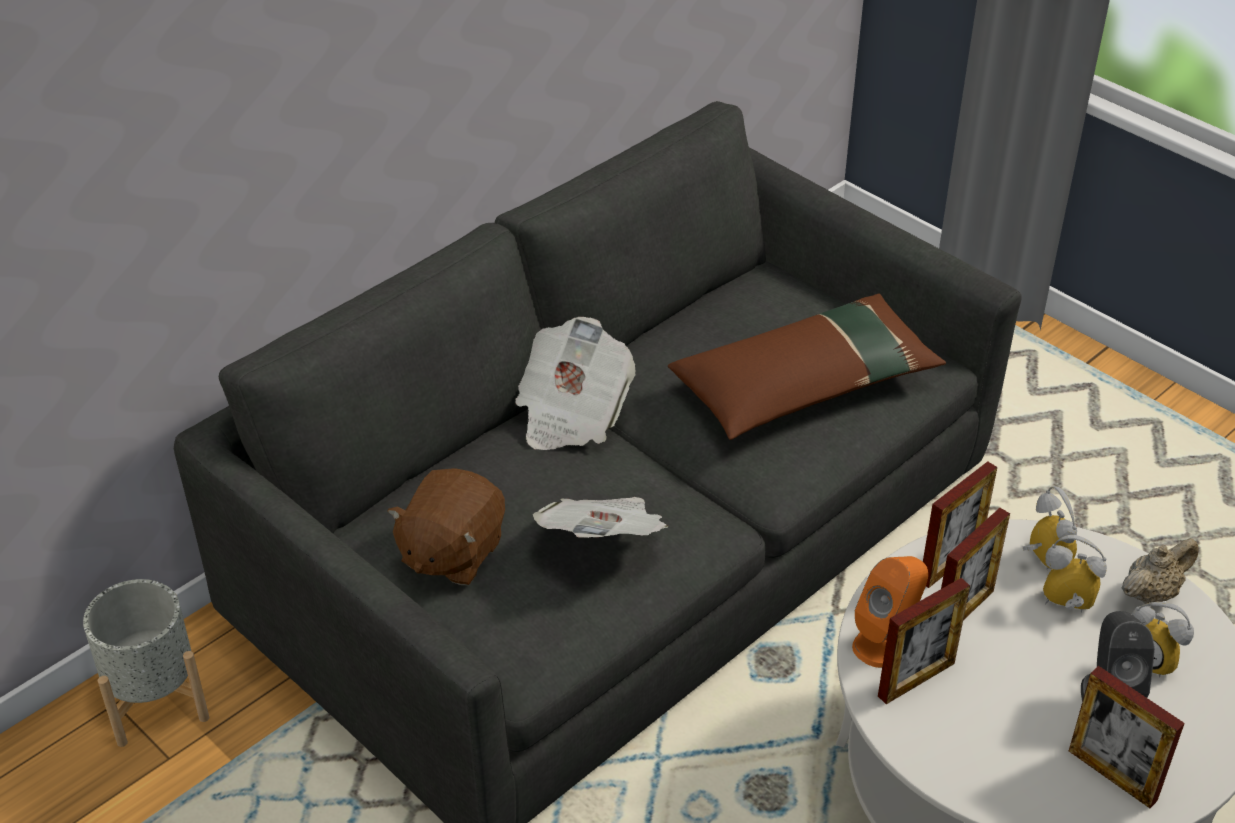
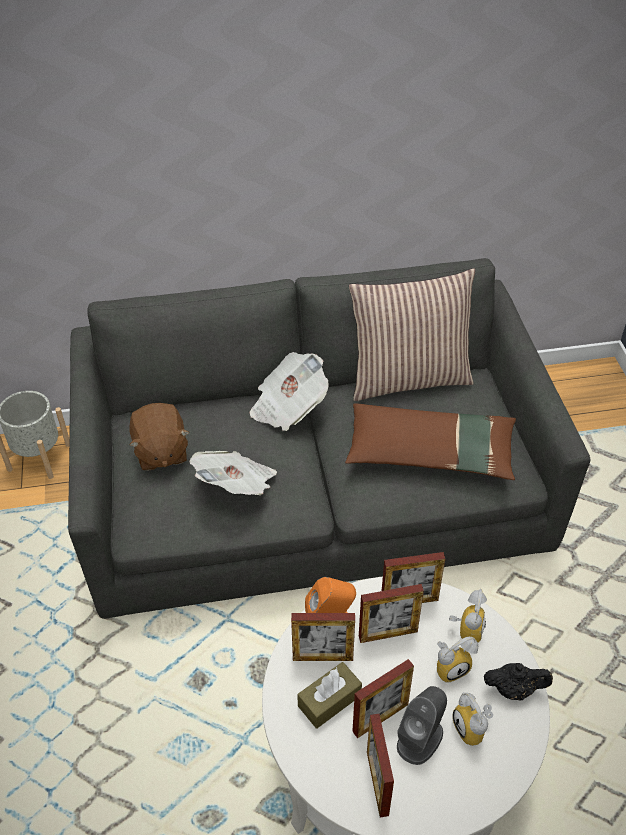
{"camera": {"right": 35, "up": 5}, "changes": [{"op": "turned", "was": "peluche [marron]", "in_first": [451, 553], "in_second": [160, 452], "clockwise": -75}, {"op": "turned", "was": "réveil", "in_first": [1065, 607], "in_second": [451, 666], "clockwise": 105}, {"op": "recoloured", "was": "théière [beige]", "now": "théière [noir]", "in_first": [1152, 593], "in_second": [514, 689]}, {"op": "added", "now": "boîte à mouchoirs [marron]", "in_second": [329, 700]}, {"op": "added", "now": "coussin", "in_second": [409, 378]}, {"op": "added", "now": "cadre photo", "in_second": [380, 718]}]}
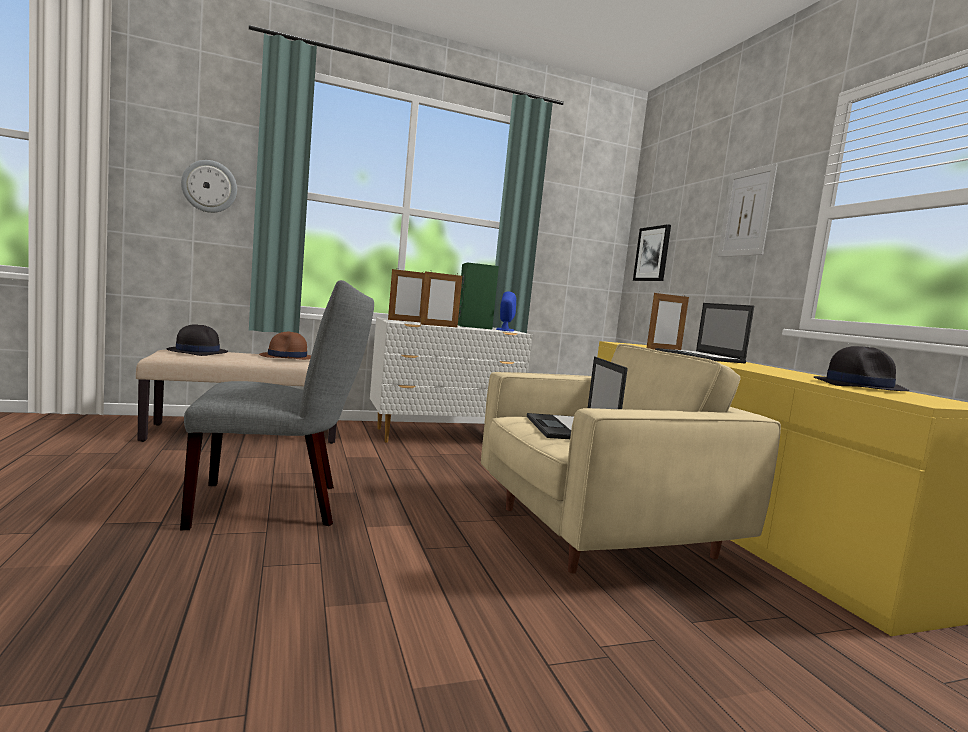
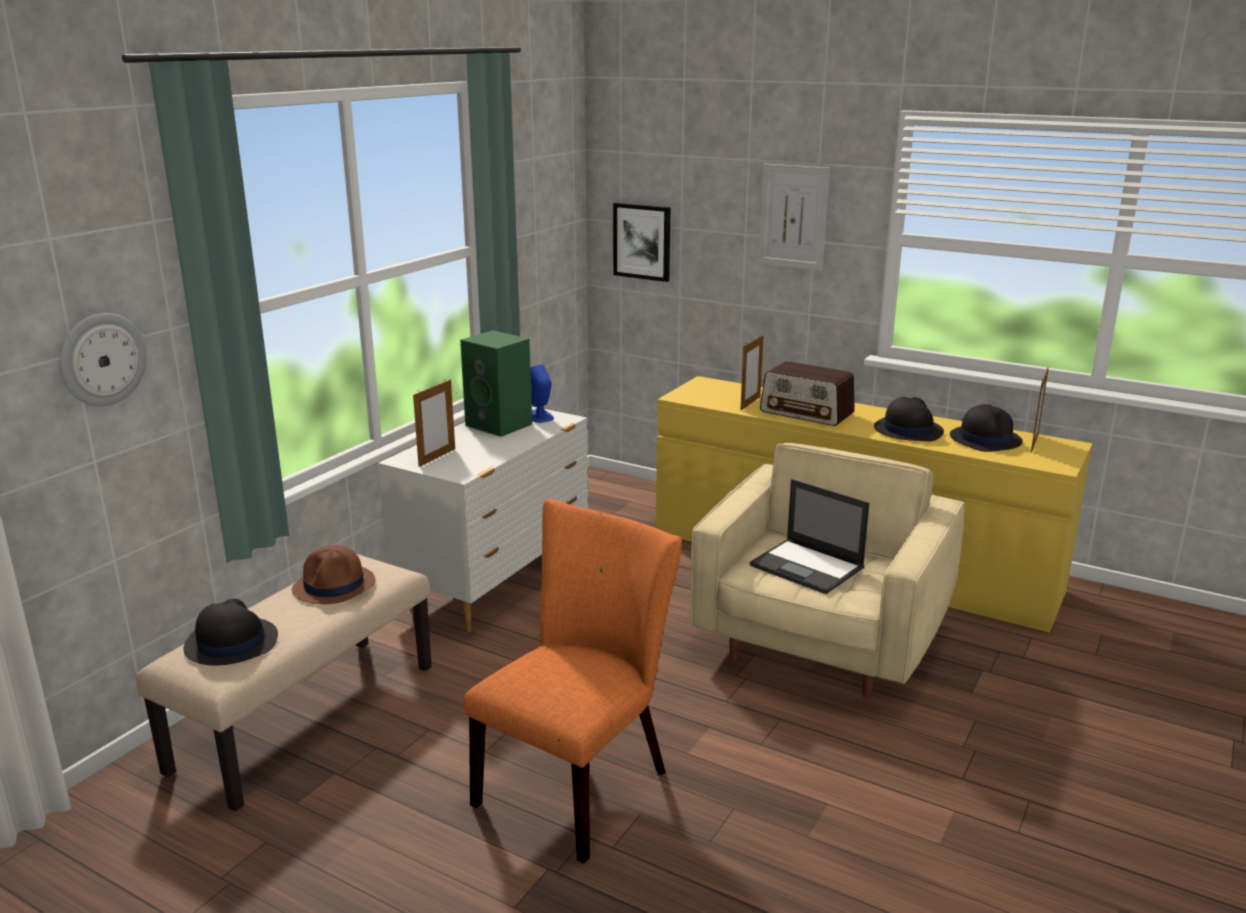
{"camera": {"right": -40, "up": 15}, "changes": [{"op": "recoloured", "was": "chaise [gris]", "now": "chaise [orange]", "in_first": [278, 504], "in_second": [580, 782]}, {"op": "moved", "was": "cadre photo", "in_first": [439, 326], "in_second": [1034, 443]}, {"op": "replaced", "was": "ordinateur portable", "now": "radio", "in_first": [699, 357], "in_second": [807, 413]}, {"op": "added", "now": "chapeau [noir]", "in_second": [907, 430]}]}
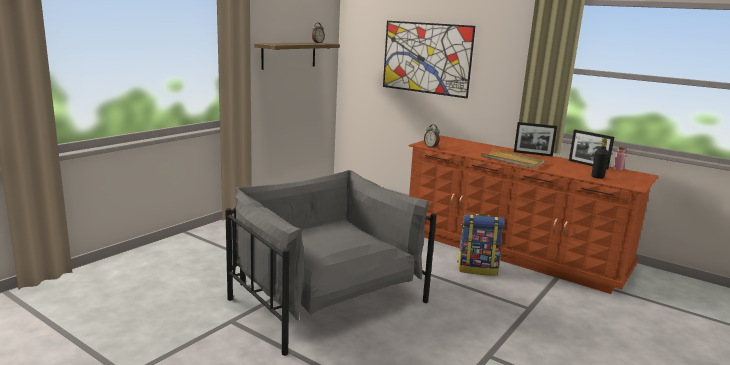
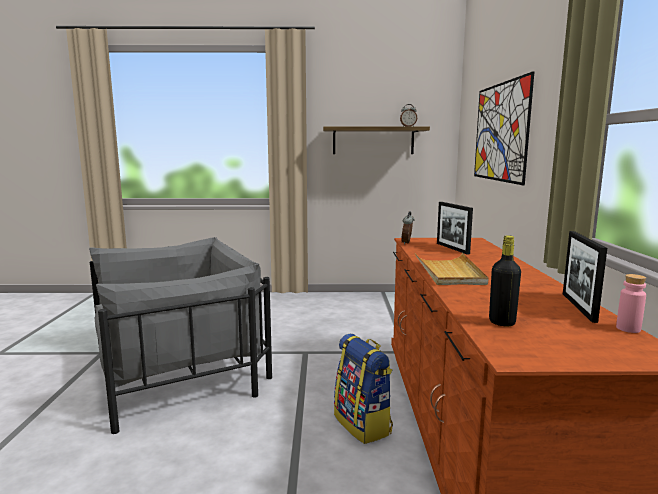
{"camera": {"right": 55, "up": -5}, "changes": [{"op": "turned", "was": "fauteuil [gris]", "in_first": [324, 296], "in_second": [180, 368], "clockwise": 45}, {"op": "moved", "was": "cadre photo", "in_first": [532, 154], "in_second": [452, 248]}]}
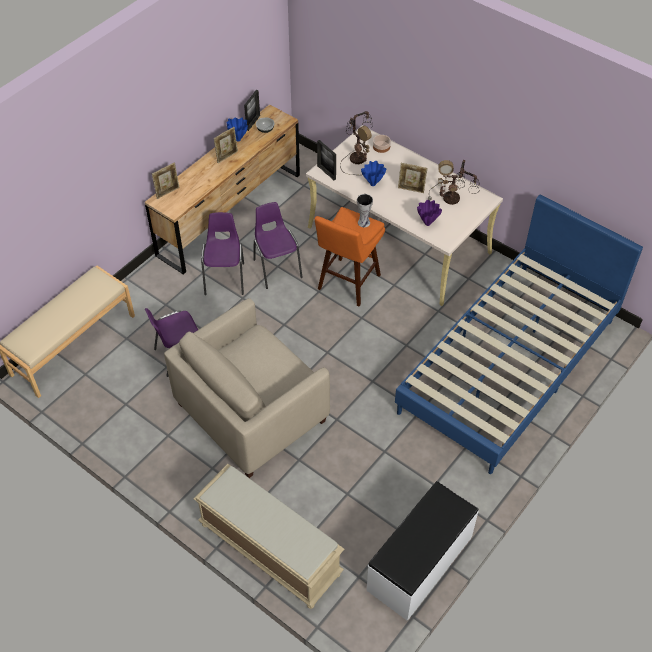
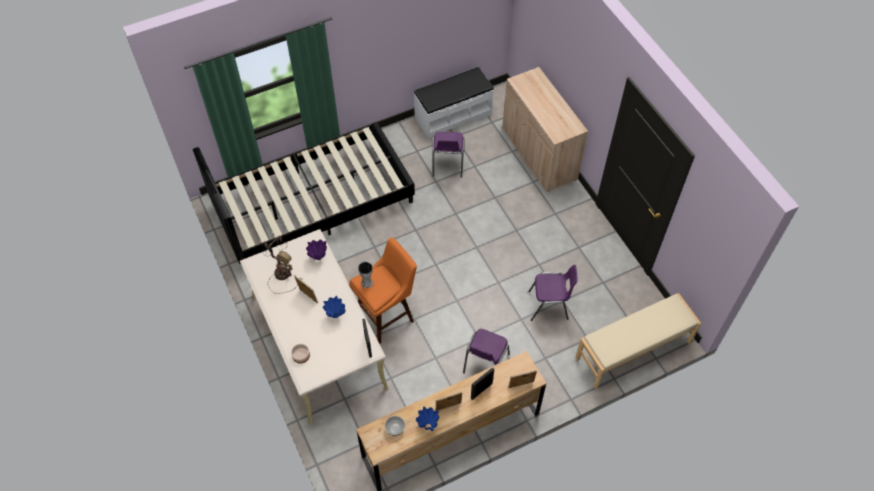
{"camera": {"right": -155, "up": 5}, "changes": [{"op": "removed", "was": "fauteuil [beige]", "in_first": [251, 412]}, {"op": "replaced", "was": "banc [beige]", "now": "meuble de rangement [beige]", "in_first": [268, 549], "in_second": [538, 154]}, {"op": "moved", "was": "cadre photo", "in_first": [253, 122], "in_second": [481, 390]}, {"op": "moved", "was": "chaise [violet]", "in_first": [277, 268], "in_second": [447, 164]}, {"op": "removed", "was": "lampe de table", "in_first": [357, 158]}, {"op": "recoloured", "was": "lit [bleu]", "now": "lit [noir]", "in_first": [508, 365], "in_second": [313, 204]}]}
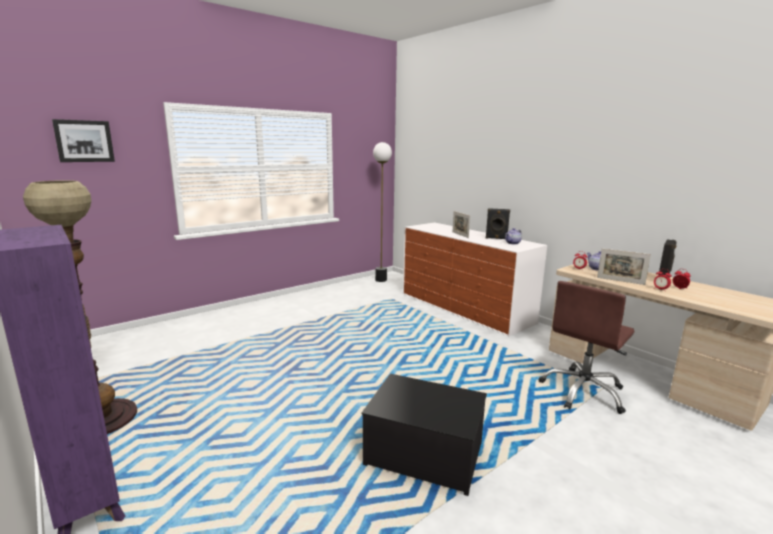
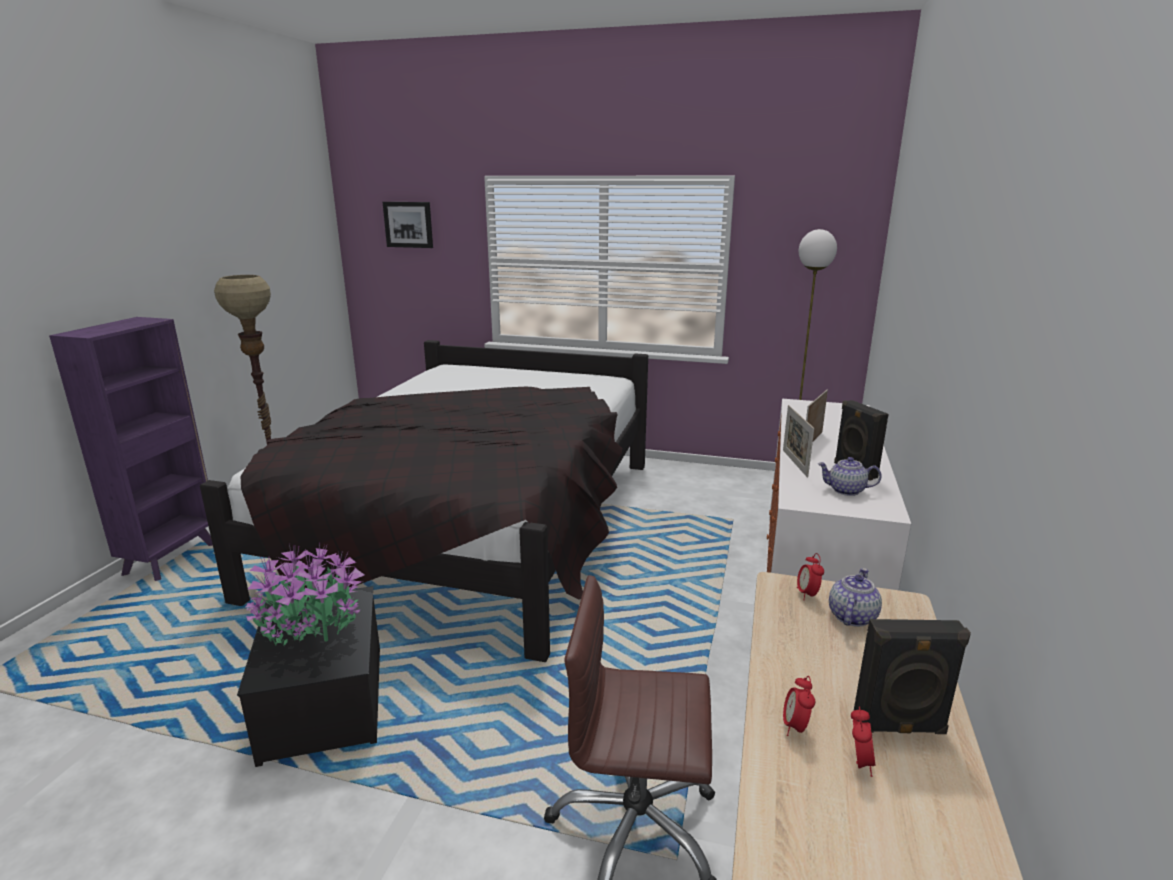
{"camera": {"right": 55, "up": 5}, "changes": [{"op": "moved", "was": "cadre photo", "in_first": [620, 281], "in_second": [794, 463]}, {"op": "added", "now": "lit [noir]", "in_second": [475, 524]}, {"op": "added", "now": "plante en pot", "in_second": [310, 624]}]}
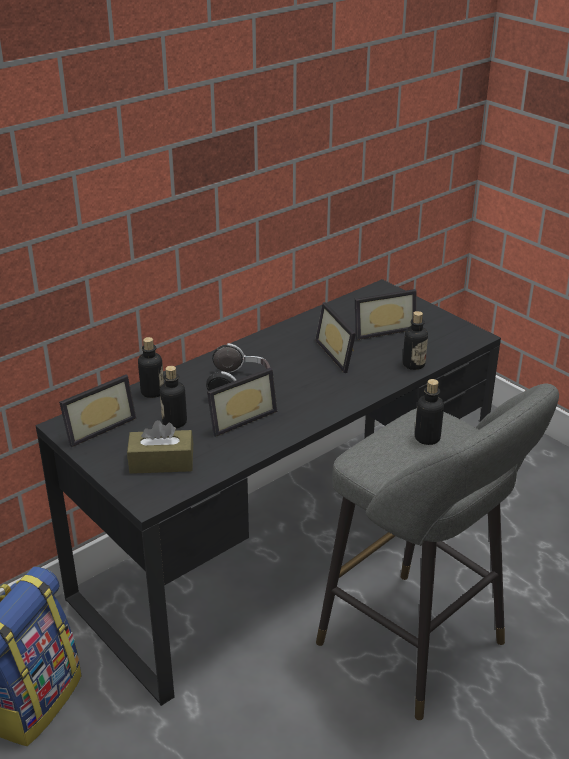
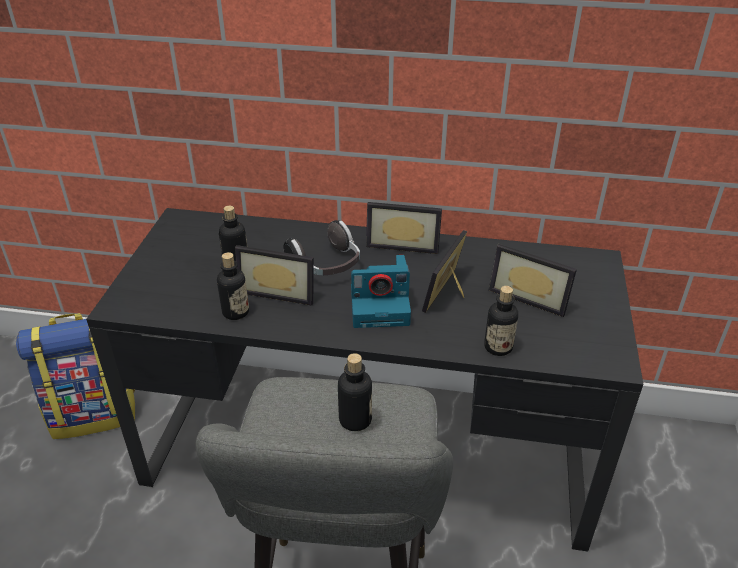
{"camera": {"right": 50, "up": 5}, "changes": [{"op": "moved", "was": "cadre photo", "in_first": [97, 426], "in_second": [403, 243]}, {"op": "removed", "was": "boîte à mouchoirs [marron]", "in_first": [161, 462]}, {"op": "moved", "was": "bouteille", "in_first": [152, 392], "in_second": [235, 312]}, {"op": "added", "now": "appareil photo", "in_second": [381, 306]}]}
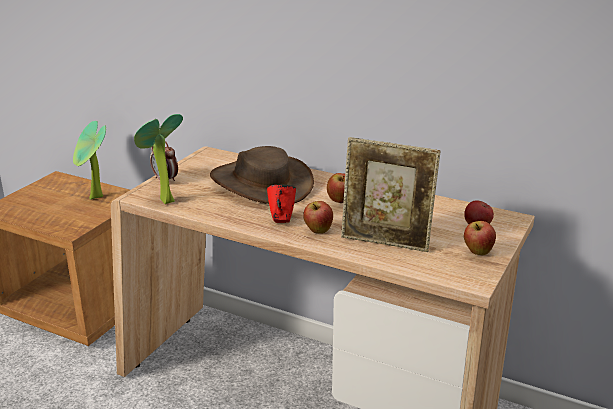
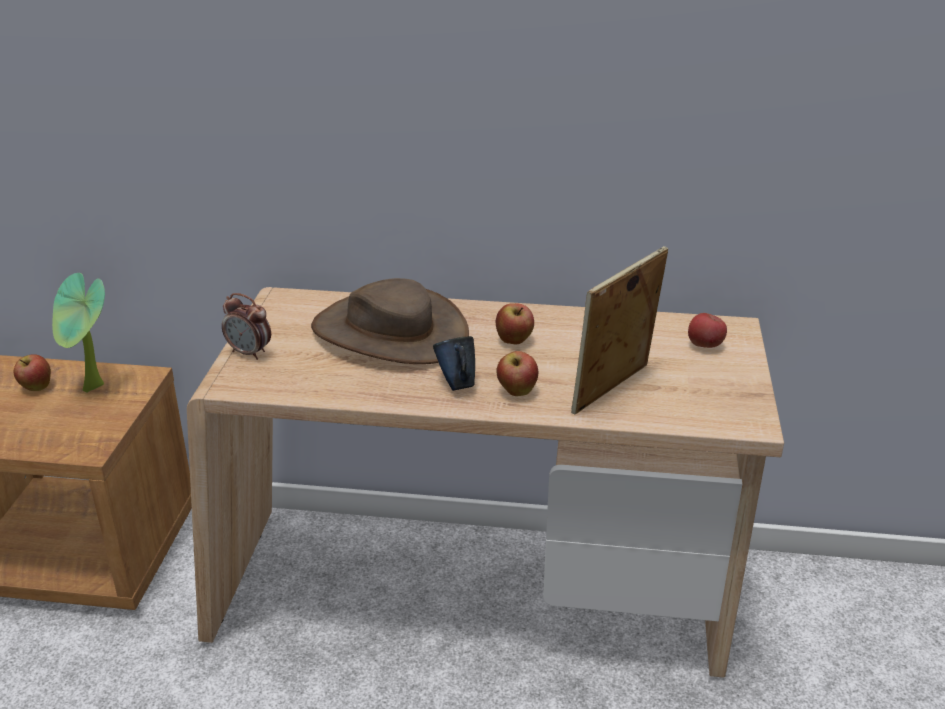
{"camera": {"right": -20, "up": 5}, "changes": [{"op": "removed", "was": "plante en pot", "in_first": [163, 201]}, {"op": "recoloured", "was": "mug [rouge]", "now": "mug [bleu]", "in_first": [281, 220], "in_second": [457, 385]}, {"op": "turned", "was": "cadre photo", "in_first": [386, 242], "in_second": [613, 392], "clockwise": 135}, {"op": "moved", "was": "pomme", "in_first": [477, 252], "in_second": [36, 388]}]}
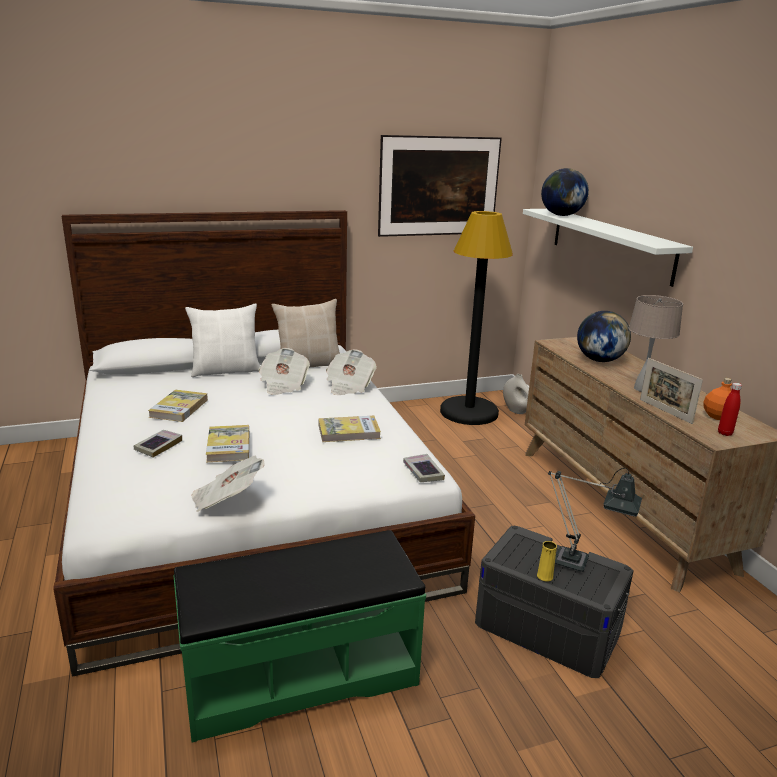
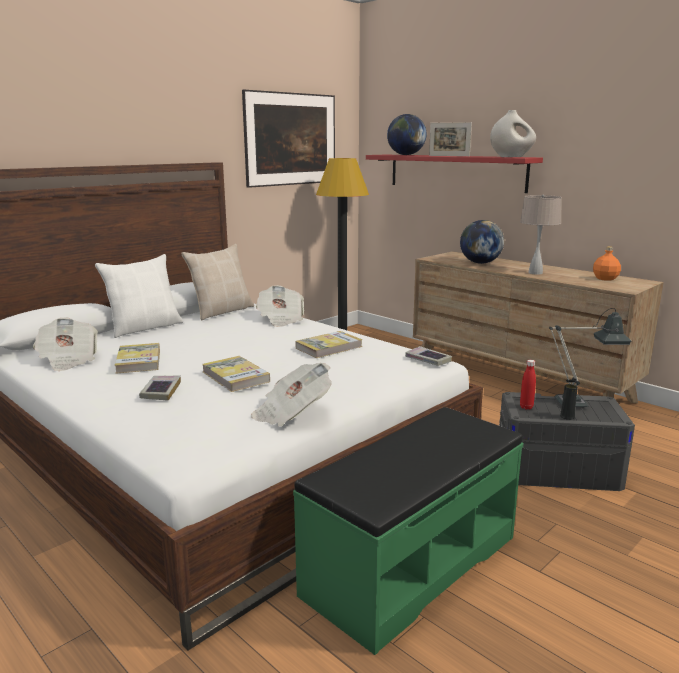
{"camera": {"right": -25, "up": -5}, "changes": [{"op": "moved", "was": "journal", "in_first": [283, 385], "in_second": [68, 360]}, {"op": "moved", "was": "vase [blanc]", "in_first": [516, 411], "in_second": [511, 157]}, {"op": "recoloured", "was": "étagère [blanc]", "now": "étagère [rouge]", "in_first": [610, 244], "in_second": [455, 172]}, {"op": "recoloured", "was": "vase [jaune]", "now": "vase [noir]", "in_first": [545, 576], "in_second": [567, 416]}, {"op": "moved", "was": "cadre photo", "in_first": [665, 411], "in_second": [449, 156]}, {"op": "moved", "was": "bouteille [rouge]", "in_first": [725, 433], "in_second": [526, 407]}]}
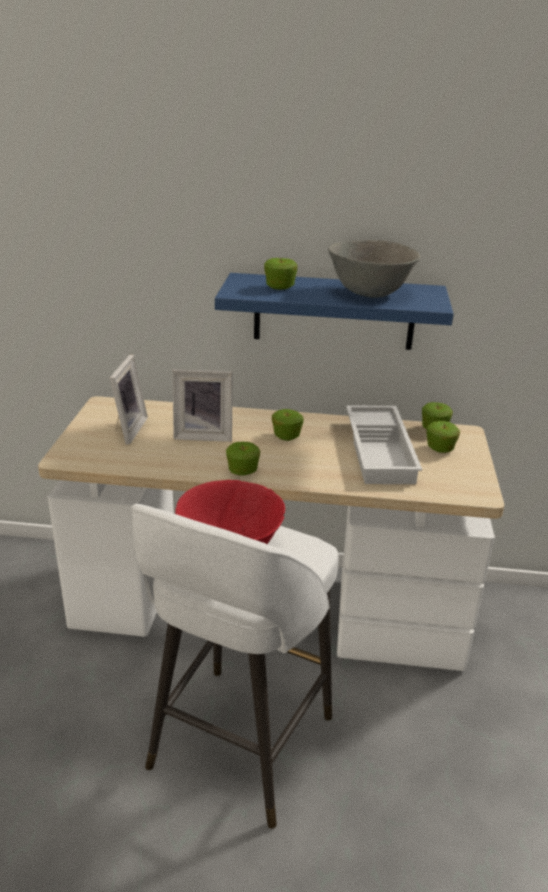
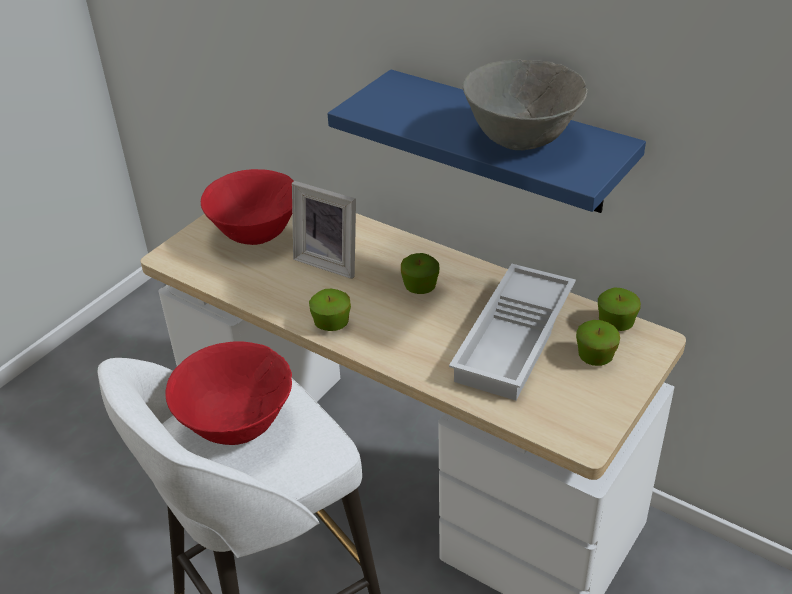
{"camera": {"right": 30, "up": 10}, "changes": [{"op": "replaced", "was": "cadre photo", "now": "bol [rouge]", "in_first": [126, 430], "in_second": [256, 233]}, {"op": "removed", "was": "pomme", "in_first": [280, 287]}]}
